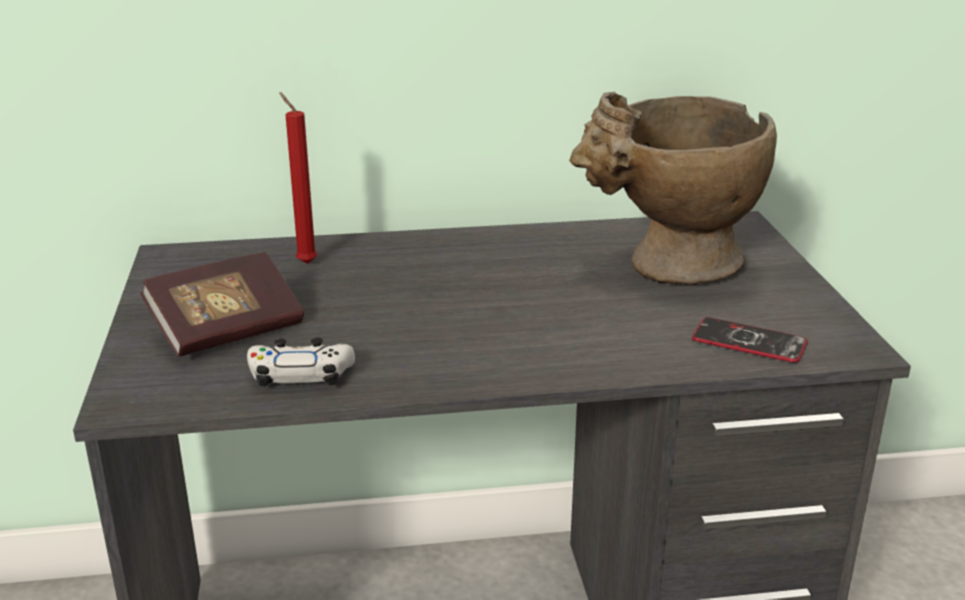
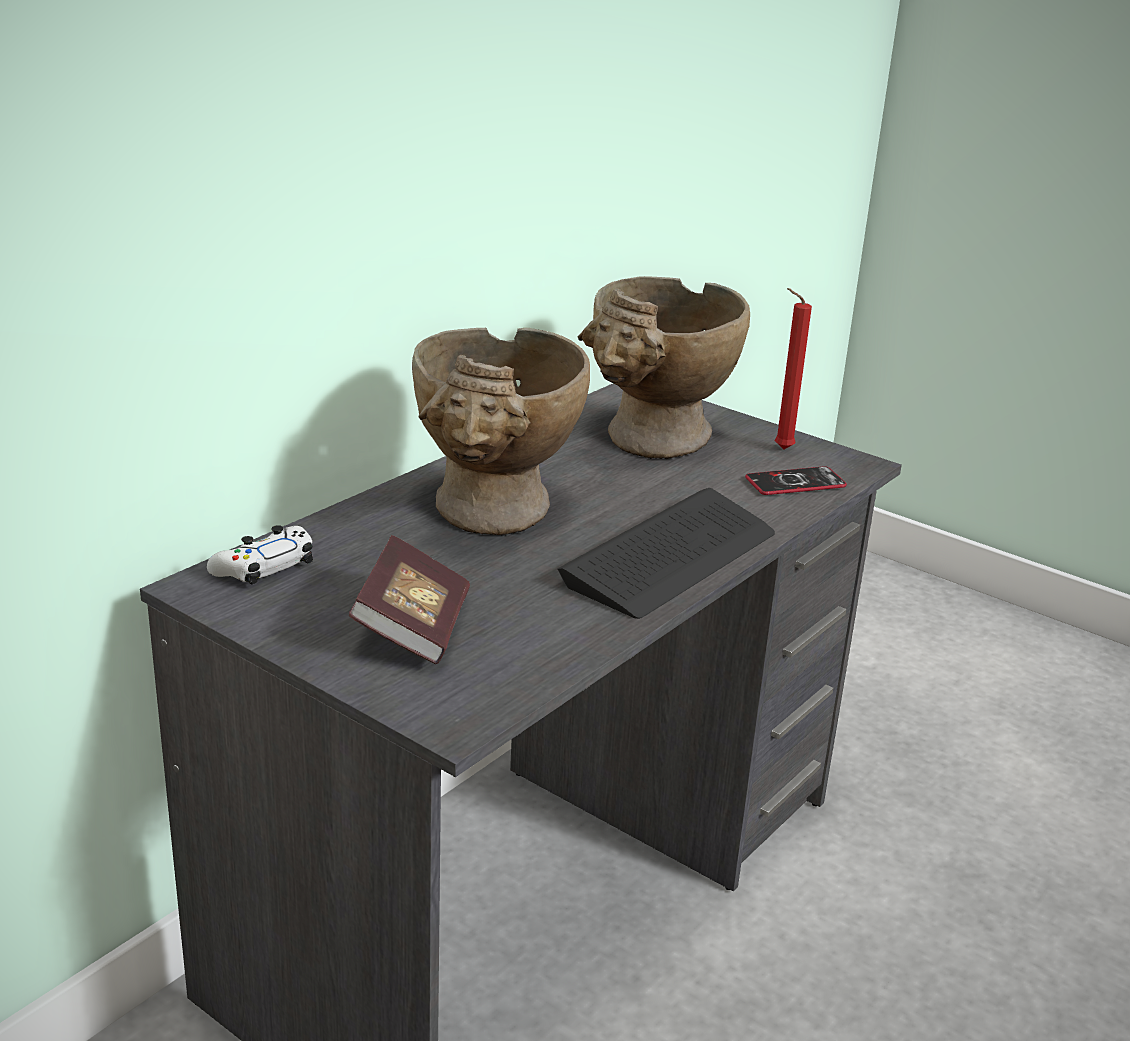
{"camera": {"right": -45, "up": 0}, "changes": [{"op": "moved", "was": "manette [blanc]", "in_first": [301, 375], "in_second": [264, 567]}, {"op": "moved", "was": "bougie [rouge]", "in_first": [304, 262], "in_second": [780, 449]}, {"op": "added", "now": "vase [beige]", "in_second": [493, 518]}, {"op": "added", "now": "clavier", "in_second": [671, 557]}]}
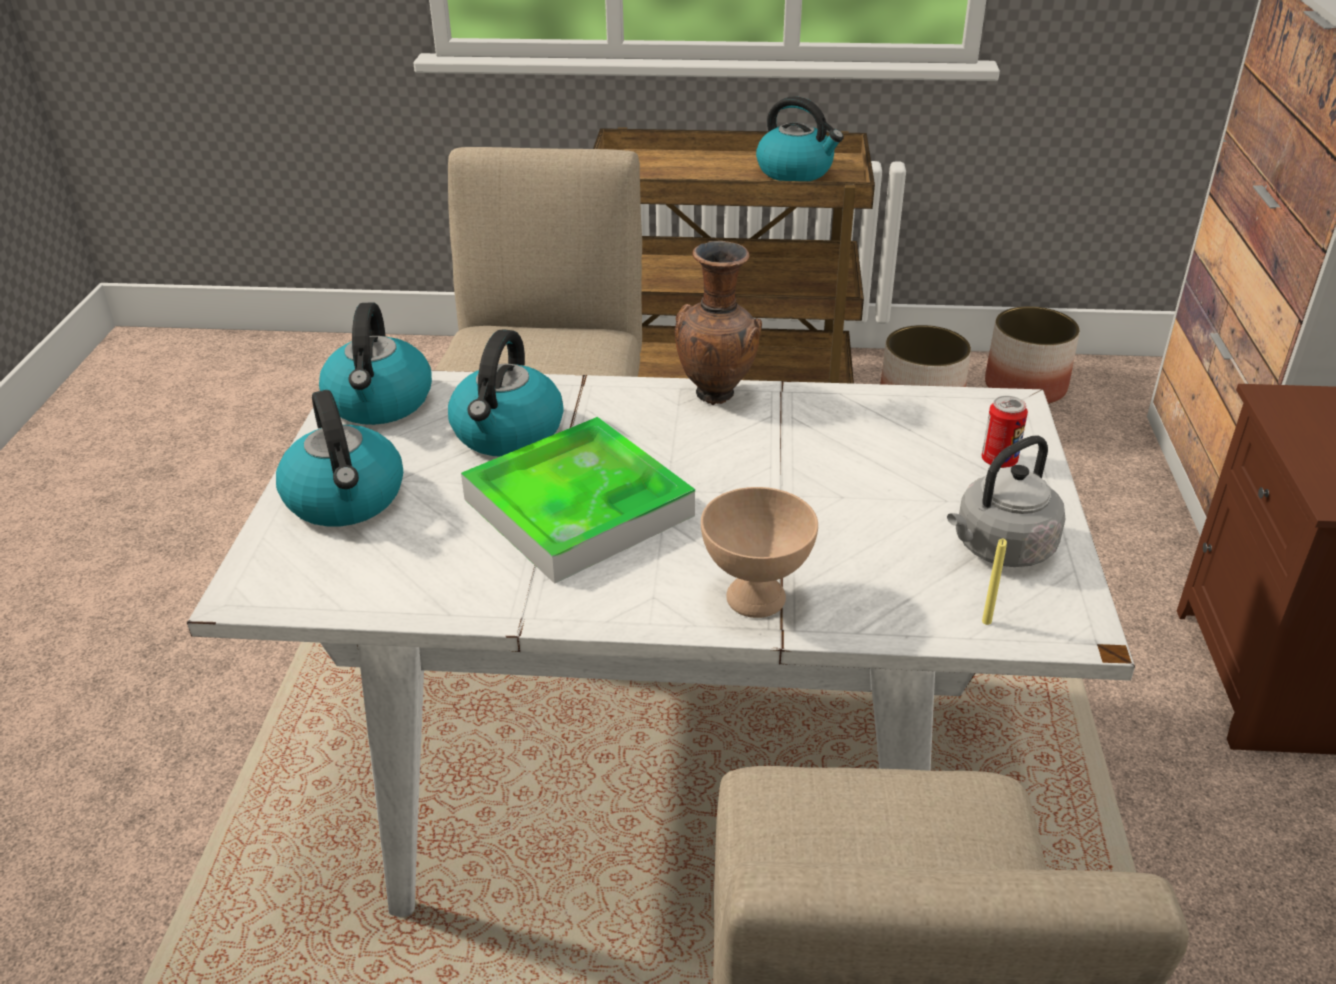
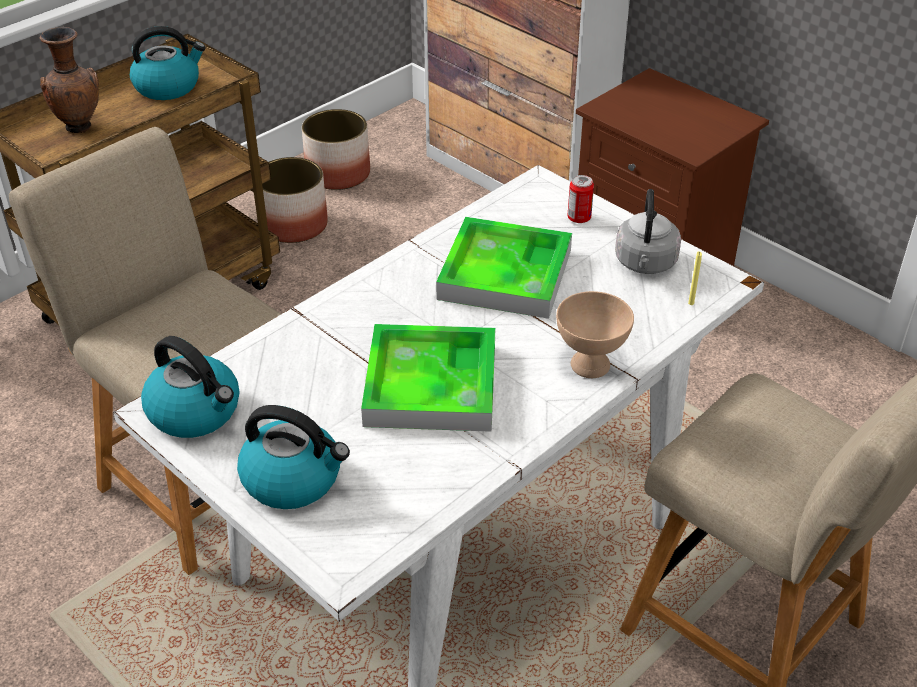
{"camera": {"right": -50, "up": 5}, "changes": [{"op": "removed", "was": "bouilloire", "in_first": [508, 433]}, {"op": "moved", "was": "vase [marron]", "in_first": [717, 394], "in_second": [80, 126]}, {"op": "added", "now": "plateau", "in_second": [505, 274]}]}
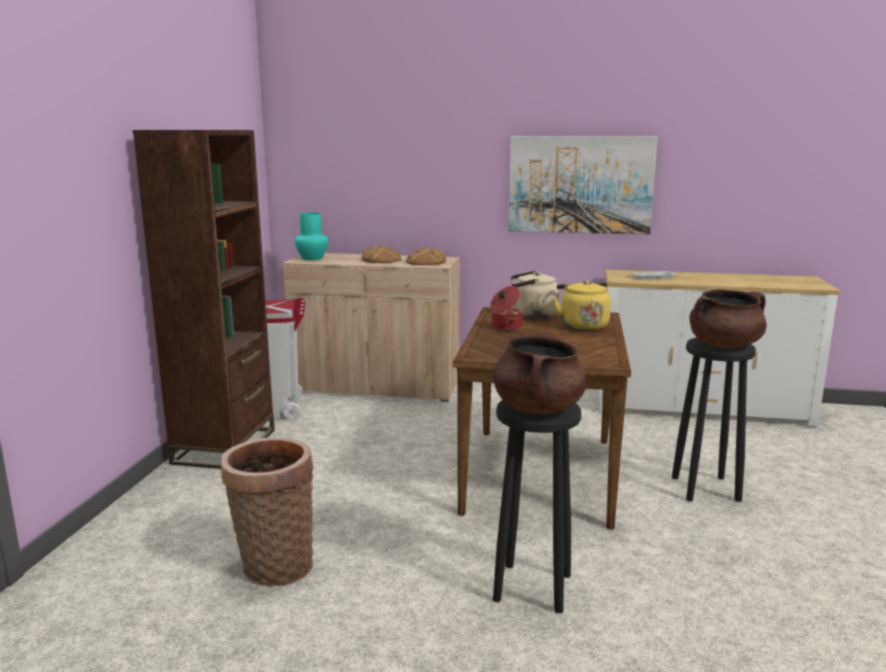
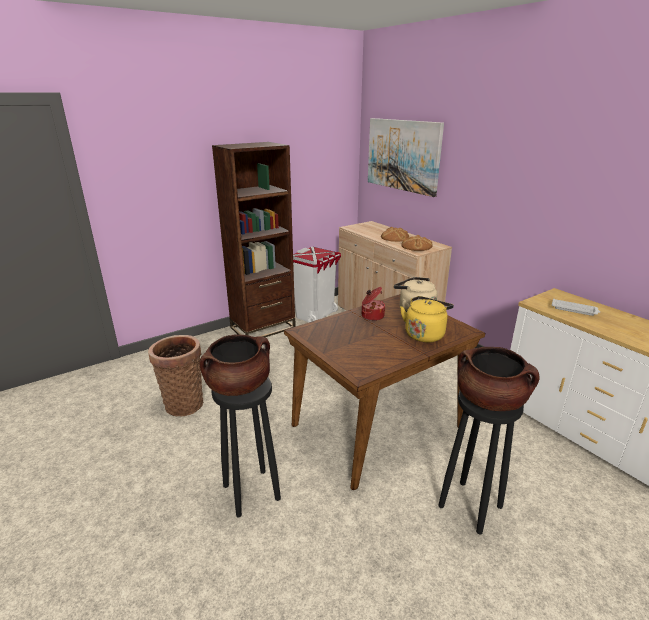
{"camera": {"right": 45, "up": 10}, "changes": [{"op": "removed", "was": "vase [turquoise]", "in_first": [312, 258]}, {"op": "moved", "was": "tableau", "in_first": [580, 184], "in_second": [403, 155]}]}
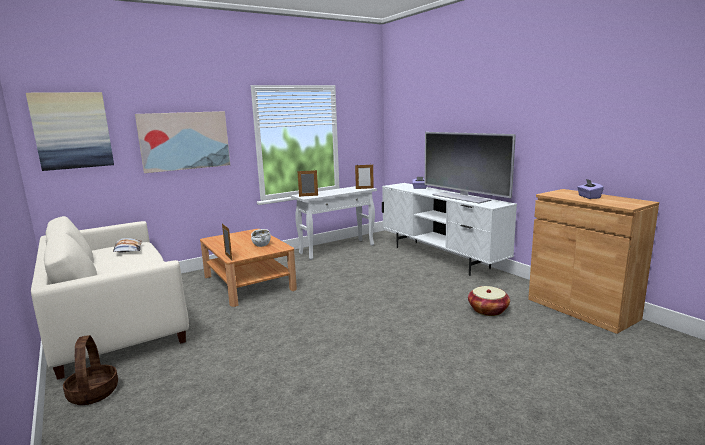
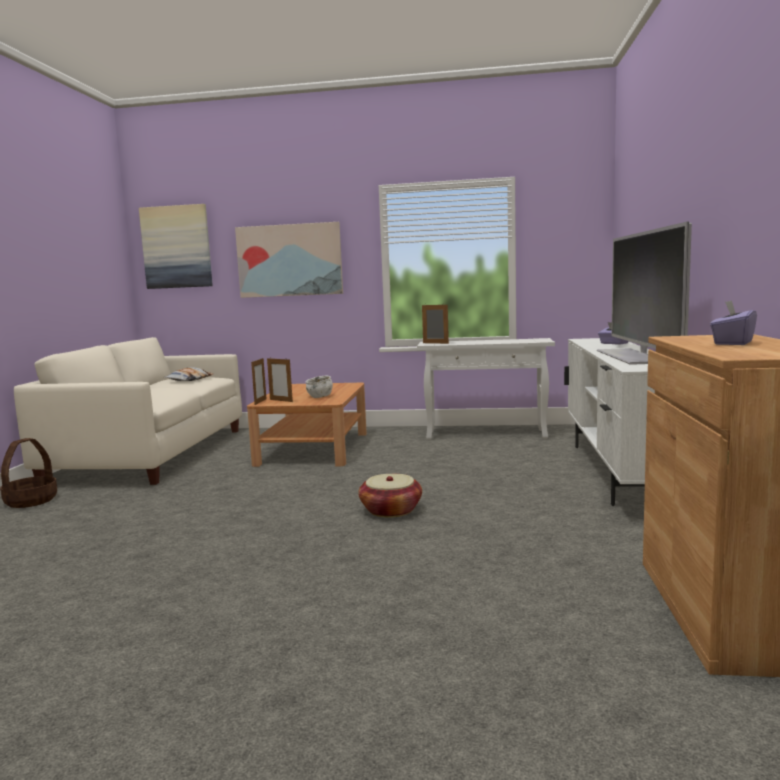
{"camera": {"right": 40, "up": -5}, "changes": [{"op": "moved", "was": "cadre photo", "in_first": [364, 188], "in_second": [281, 400]}, {"op": "moved", "was": "panier", "in_first": [488, 310], "in_second": [391, 510]}]}
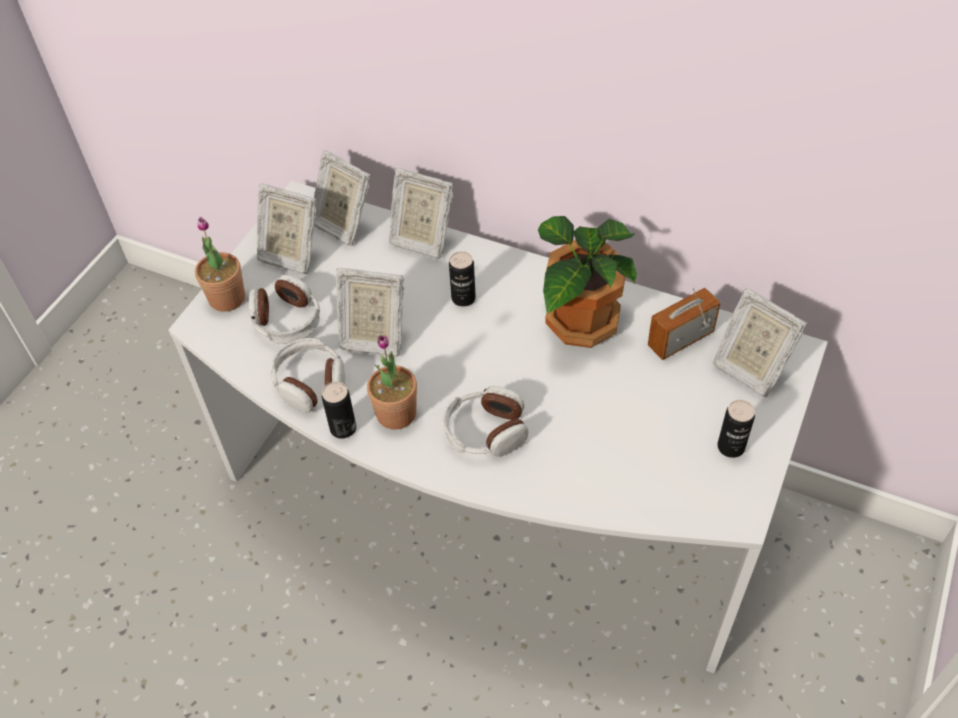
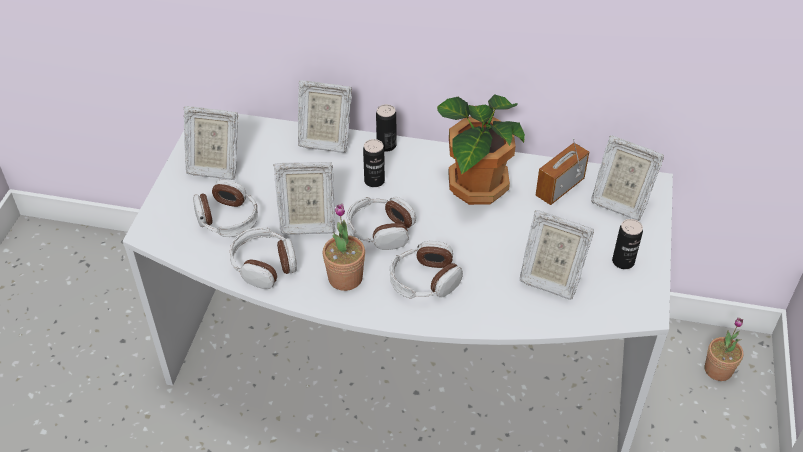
{"camera": {"right": -15, "up": -5}, "changes": [{"op": "moved", "was": "plante en pot", "in_first": [227, 298], "in_second": [718, 370]}, {"op": "moved", "was": "cadre photo", "in_first": [342, 224], "in_second": [549, 278]}, {"op": "moved", "was": "boîte métallique", "in_first": [343, 428], "in_second": [386, 145]}, {"op": "added", "now": "casque audio", "in_second": [380, 230]}]}
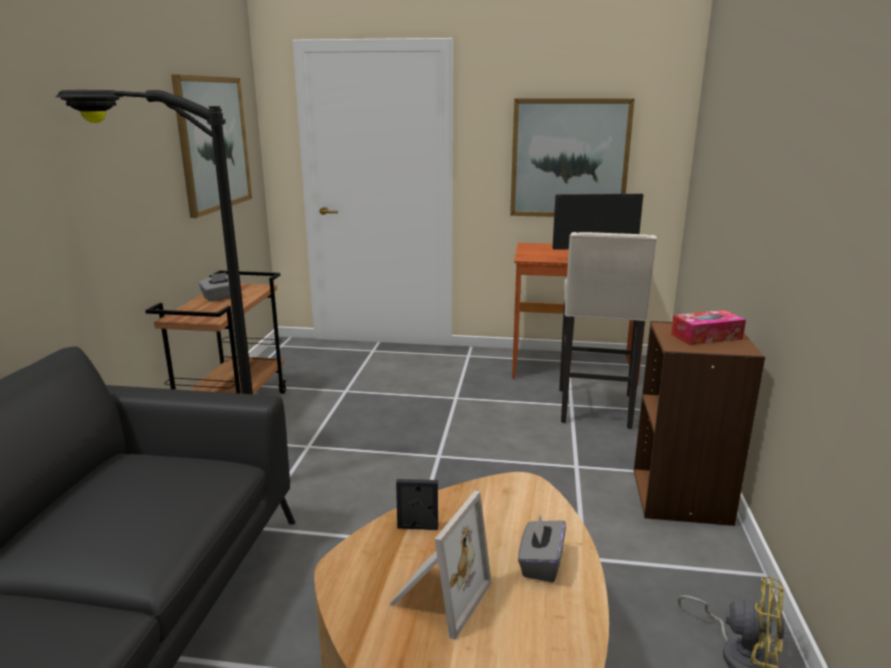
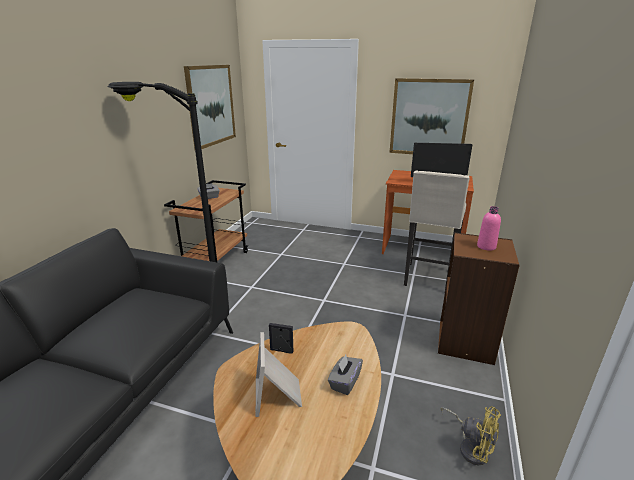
{"camera": {"right": 10, "up": 5}, "changes": [{"op": "turned", "was": "cadre photo", "in_first": [437, 596], "in_second": [279, 394], "clockwise": 135}, {"op": "replaced", "was": "boîte à mouchoirs", "now": "bouteille [rose]", "in_first": [706, 336], "in_second": [486, 246]}]}
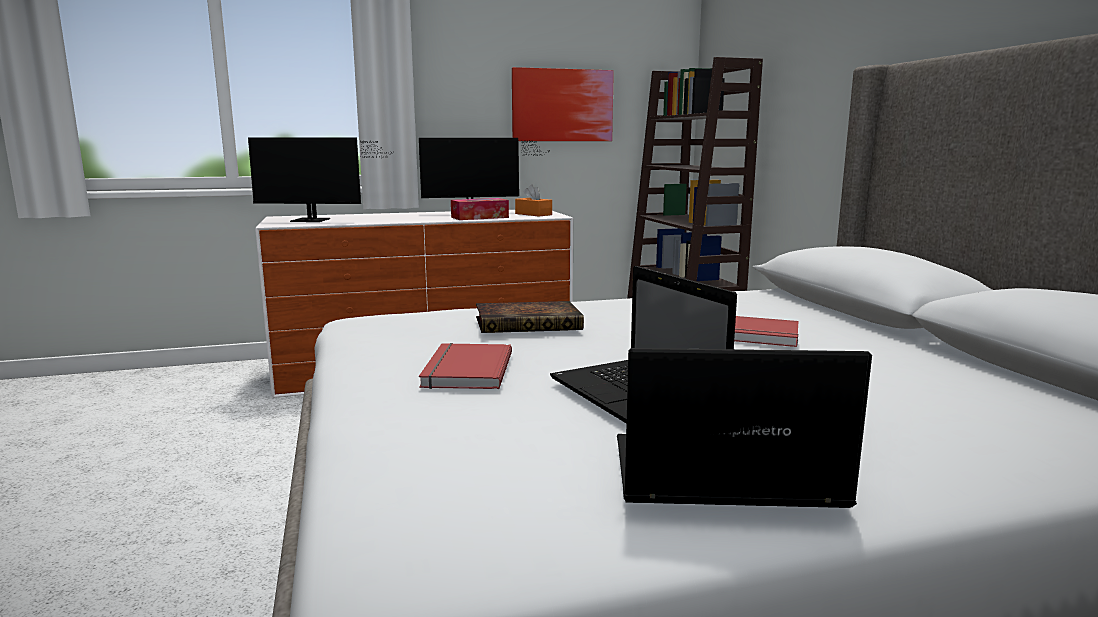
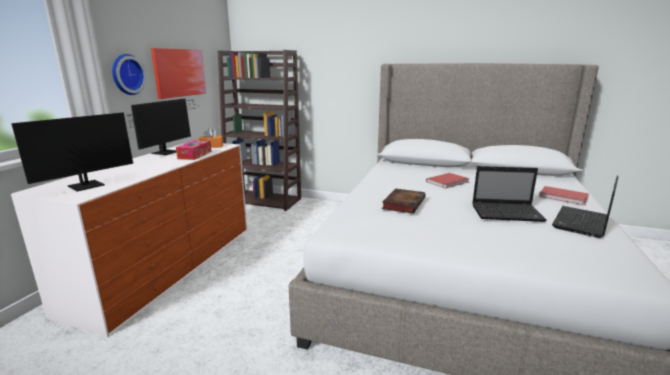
{"camera": {"right": -55, "up": 5}, "changes": [{"op": "moved", "was": "livre [rouge]", "in_first": [464, 370], "in_second": [563, 197]}, {"op": "added", "now": "horloge murale", "in_second": [126, 74]}]}
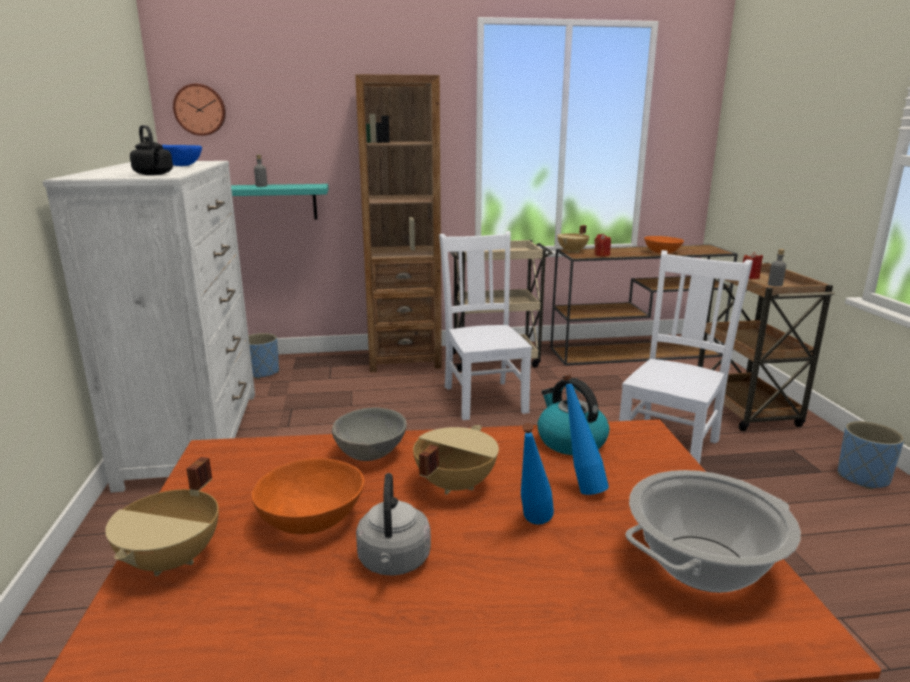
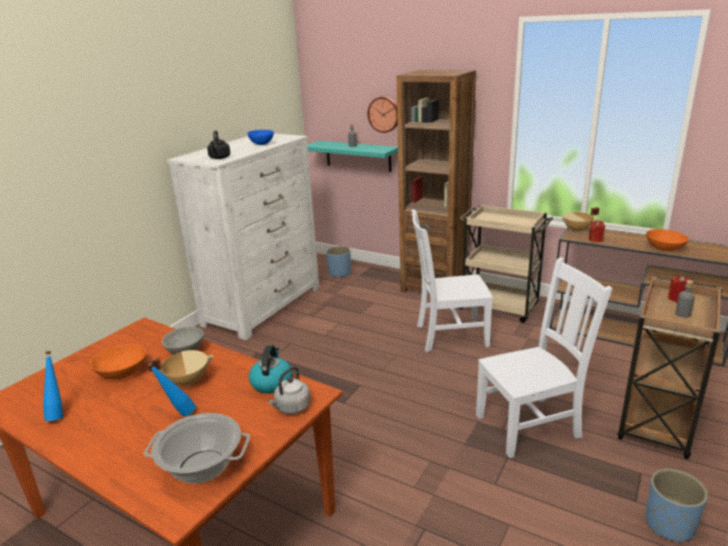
{"camera": {"right": 40, "up": 5}, "changes": [{"op": "removed", "was": "marmite [beige]", "in_first": [174, 560]}, {"op": "moved", "was": "horloge murale", "in_first": [200, 110], "in_second": [384, 114]}, {"op": "moved", "was": "bouilloire [gris]", "in_first": [394, 562], "in_second": [291, 408]}, {"op": "turned", "was": "chaise [blanc]", "in_first": [484, 398], "in_second": [449, 335], "clockwise": -120}, {"op": "moved", "was": "bouteille [bleu]", "in_first": [580, 486], "in_second": [59, 414]}]}
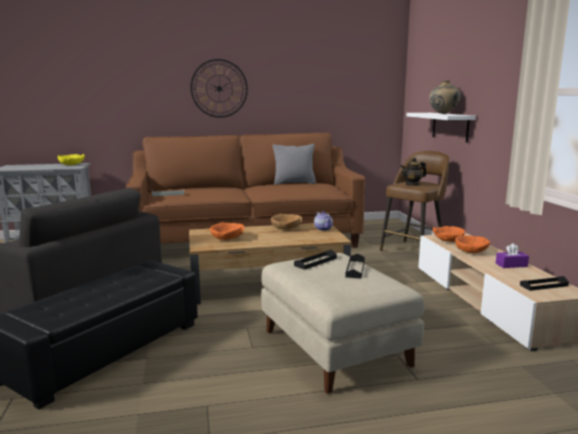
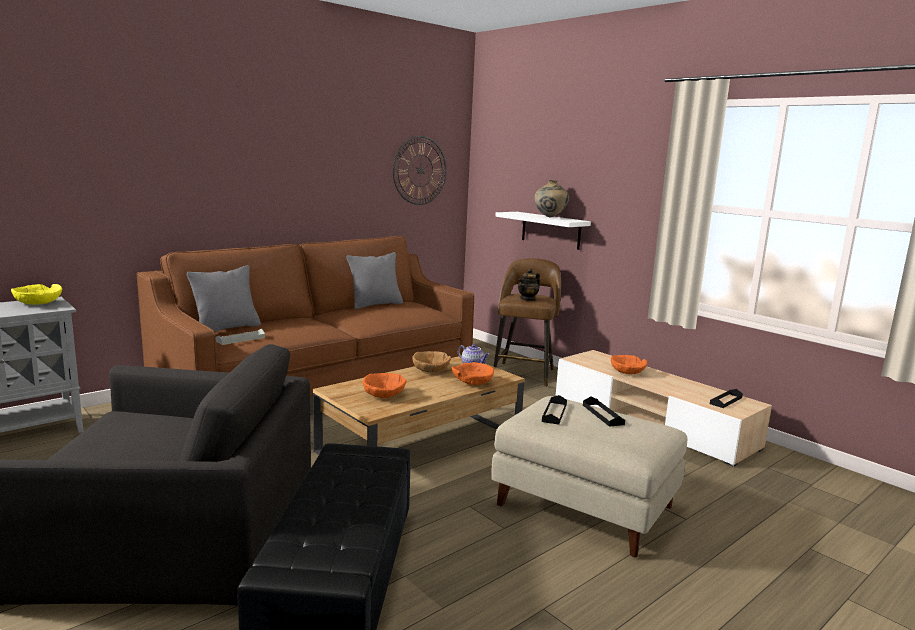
{"camera": {"right": -30, "up": 0}, "changes": [{"op": "moved", "was": "horloge murale", "in_first": [219, 88], "in_second": [420, 170]}, {"op": "moved", "was": "bol [orange]", "in_first": [448, 240], "in_second": [472, 382]}, {"op": "removed", "was": "boîte à mouchoirs [violet]", "in_first": [511, 265]}, {"op": "added", "now": "coussin [gris]", "in_second": [226, 328]}]}
